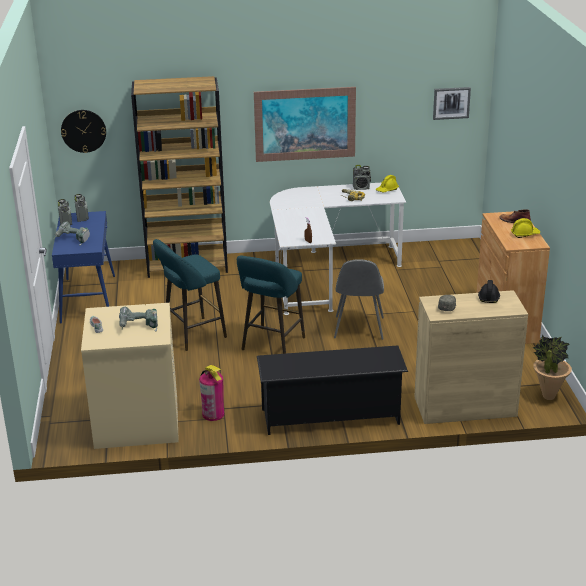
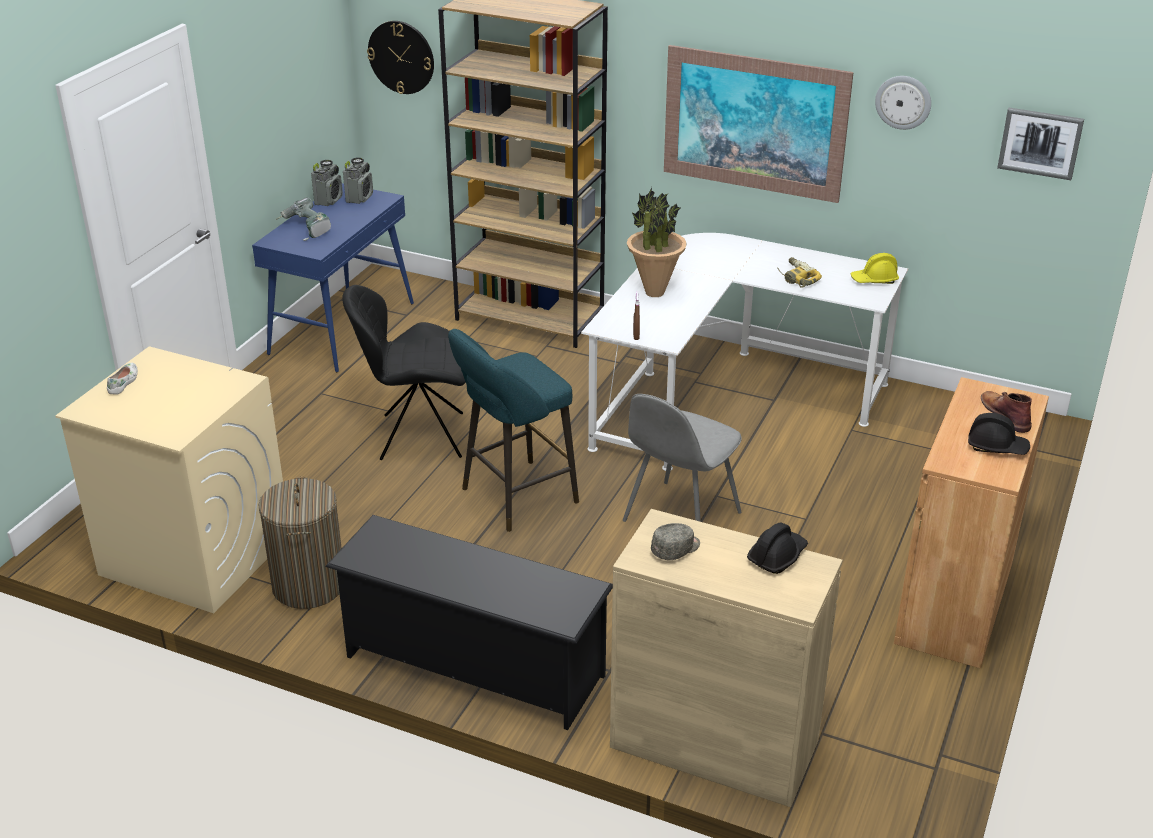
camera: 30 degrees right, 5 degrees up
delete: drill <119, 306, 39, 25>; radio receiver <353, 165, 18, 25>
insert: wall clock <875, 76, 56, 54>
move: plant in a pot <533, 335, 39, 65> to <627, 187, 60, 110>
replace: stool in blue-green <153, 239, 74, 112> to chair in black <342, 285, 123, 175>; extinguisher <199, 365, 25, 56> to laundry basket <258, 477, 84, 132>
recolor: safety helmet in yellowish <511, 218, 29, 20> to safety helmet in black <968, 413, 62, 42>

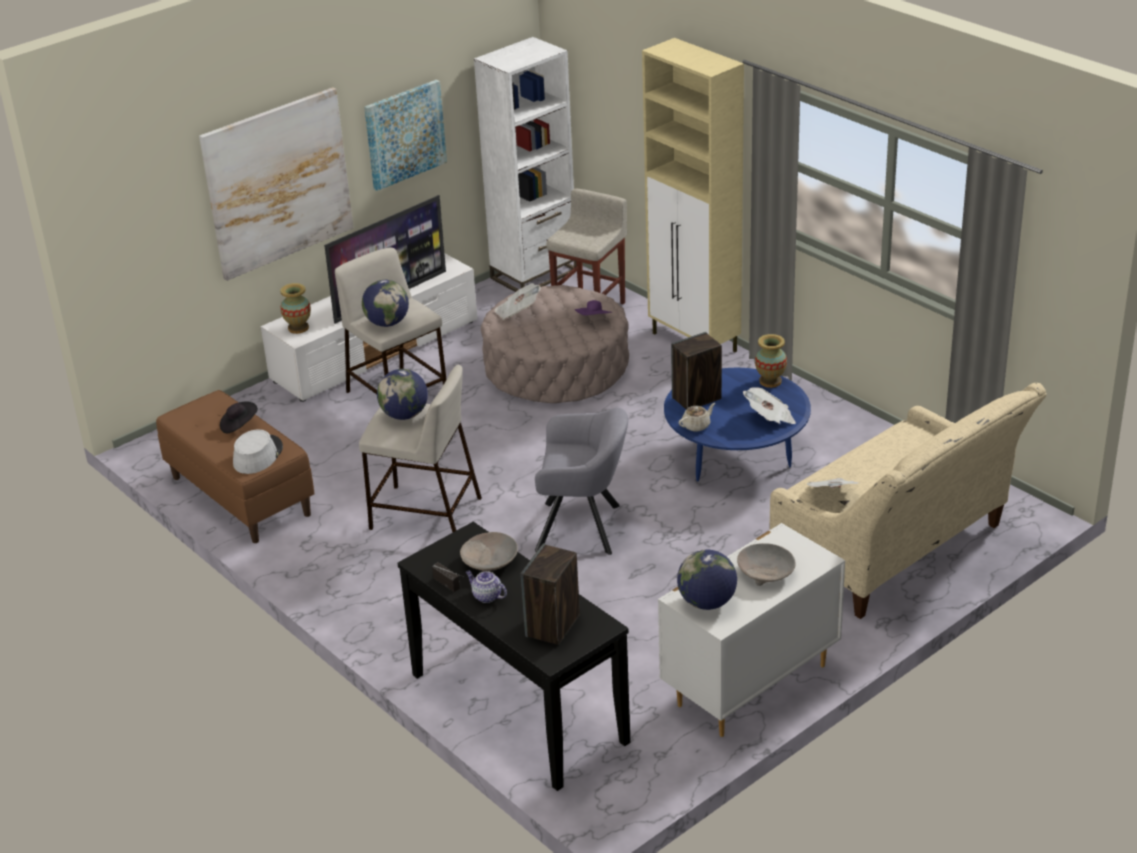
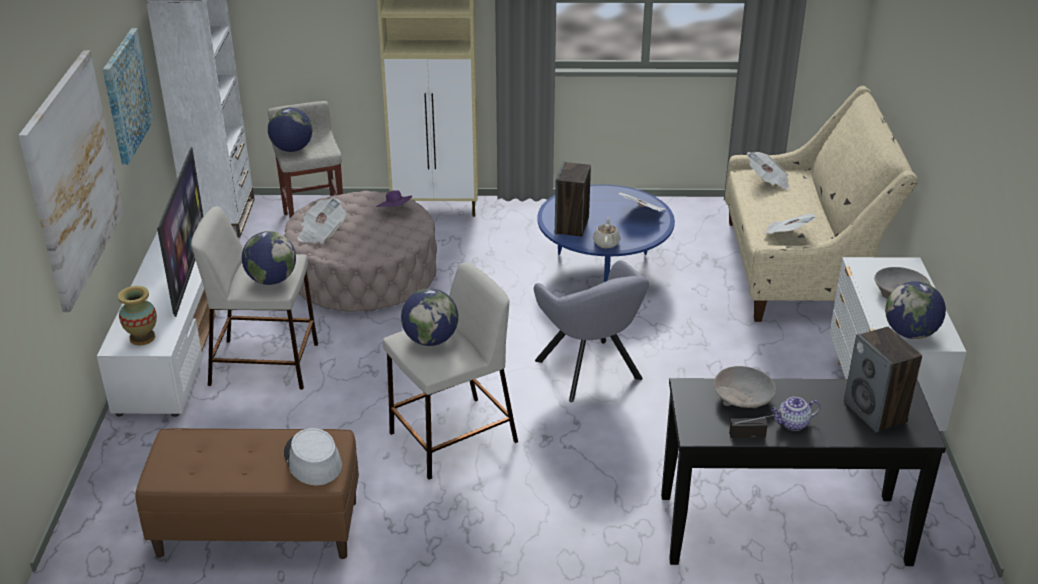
camera: 50 degrees left, 0 degrees up
delete: hat in black <220, 401, 38, 32>; flower vase <755, 334, 32, 54>
insert: world globe <268, 107, 44, 45>; daily paper <747, 152, 43, 37>
rotate: easy chair in greyish <535, 408, 93, 147> = <534, 260, 115, 142> 105 degrees clockwise

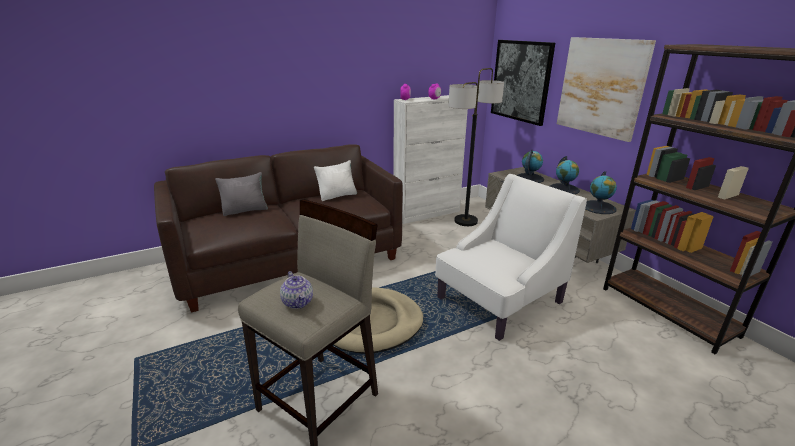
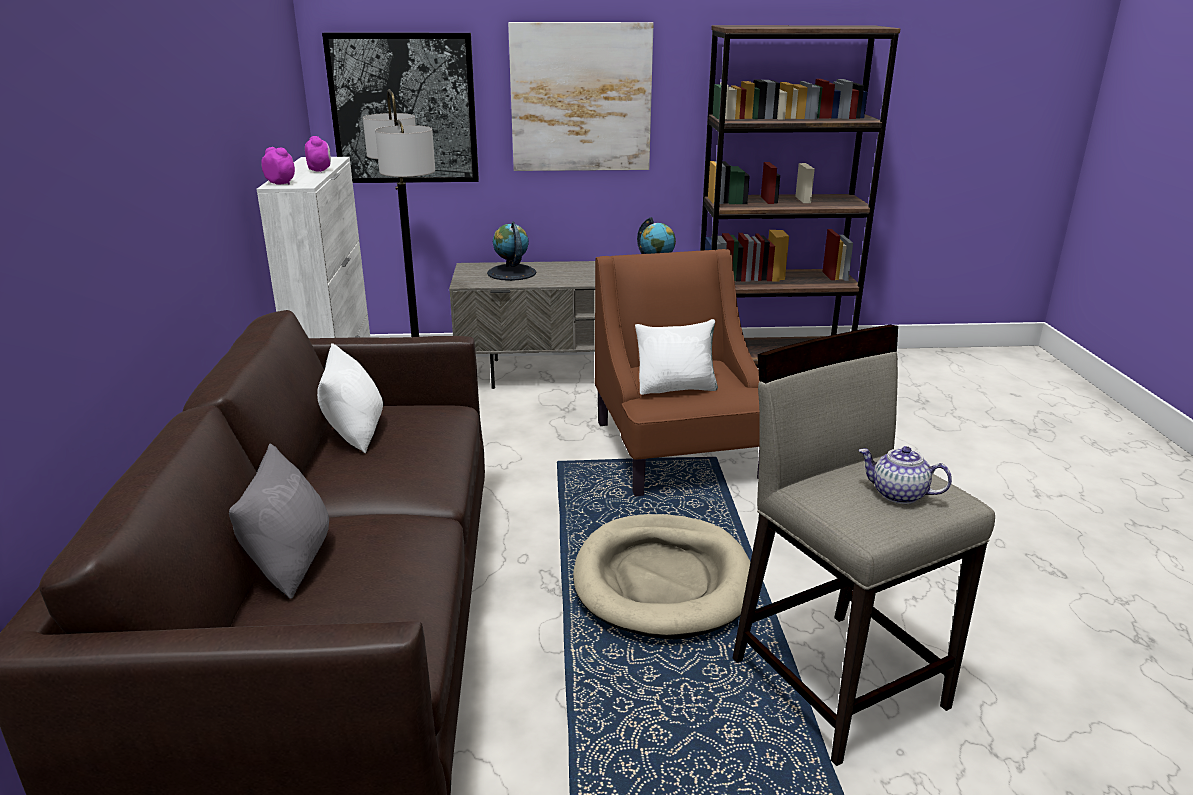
camera: 65 degrees left, 0 degrees up
delete: world globe <550, 156, 30, 38>
insert: cushion in white-coloured <635, 319, 83, 76>
recolor: easy chair in white-coloured <435, 174, 152, 167> to easy chair in brownish <595, 249, 165, 248>
rotate: pot for tea <280, 271, 33, 38> = <858, 446, 94, 58> 150 degrees counterclockwise

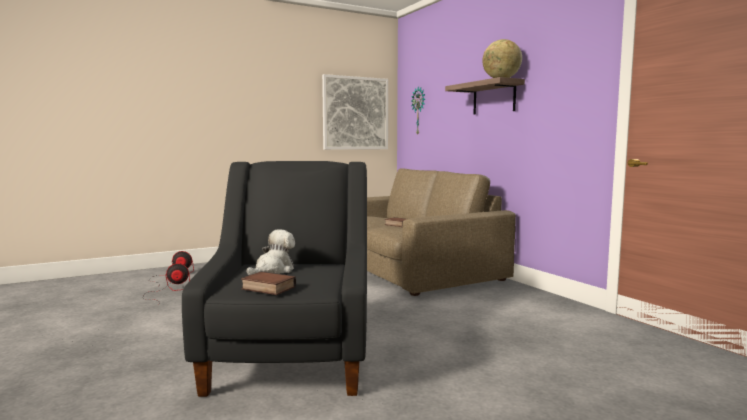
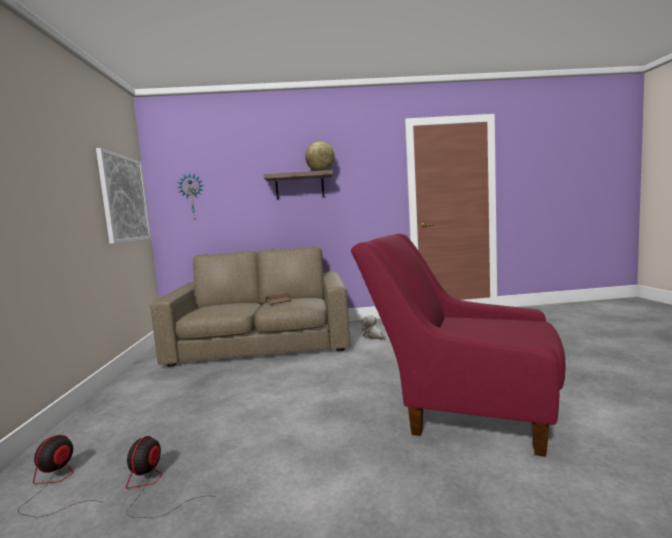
camera: 65 degrees left, 0 degrees up
delete: book <241, 271, 55, 24>
move: cuddly toy <247, 229, 48, 46> to <361, 315, 25, 25>
recolor: easy chair in black <182, 161, 185, 236> to easy chair in red <351, 234, 214, 223>

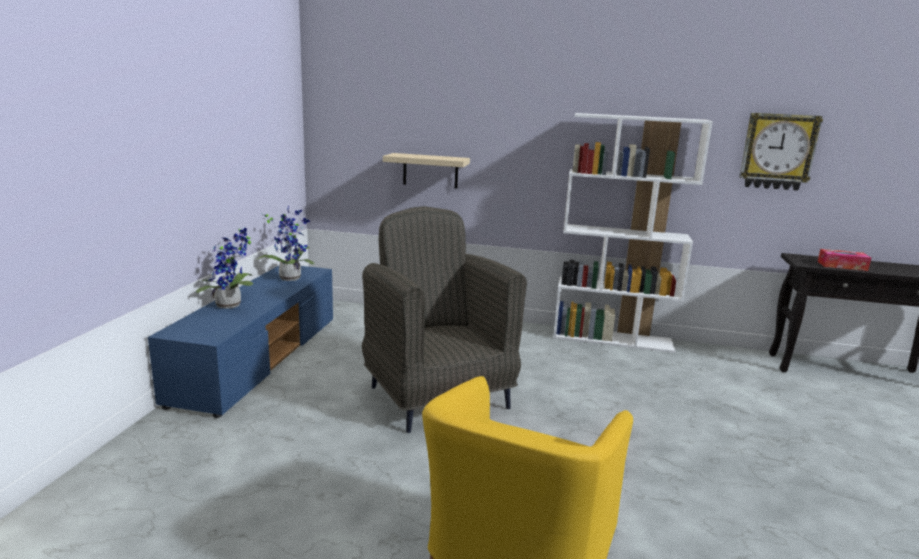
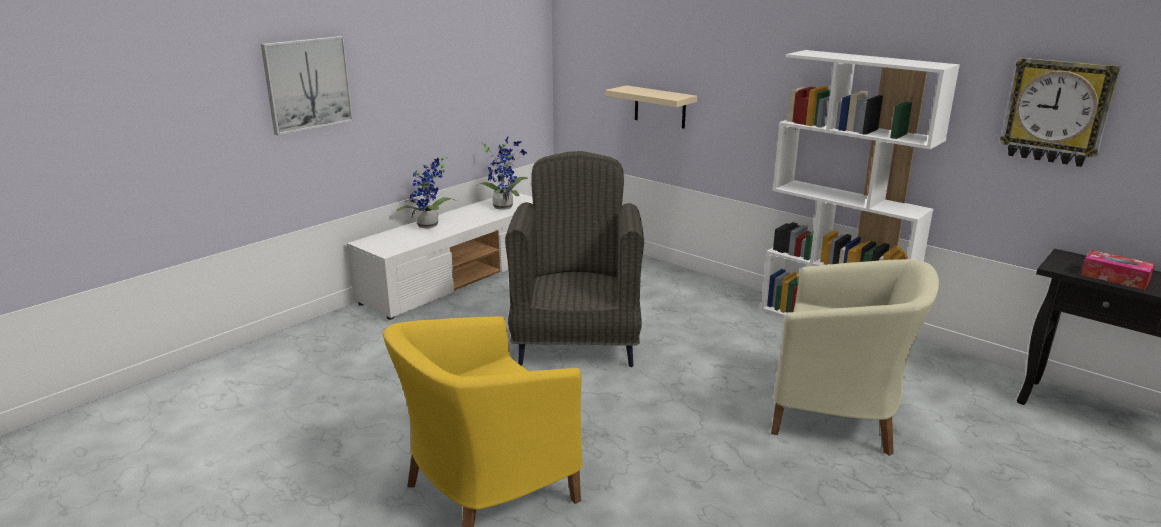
camera: 30 degrees right, 5 degrees up
insert: wall picture <261, 36, 92, 99>; easy chair in beige-coloured <771, 259, 168, 197>
recolor: tv stand in blue-coloured <148, 266, 185, 152> to tv stand in white-coloured <347, 193, 186, 127>

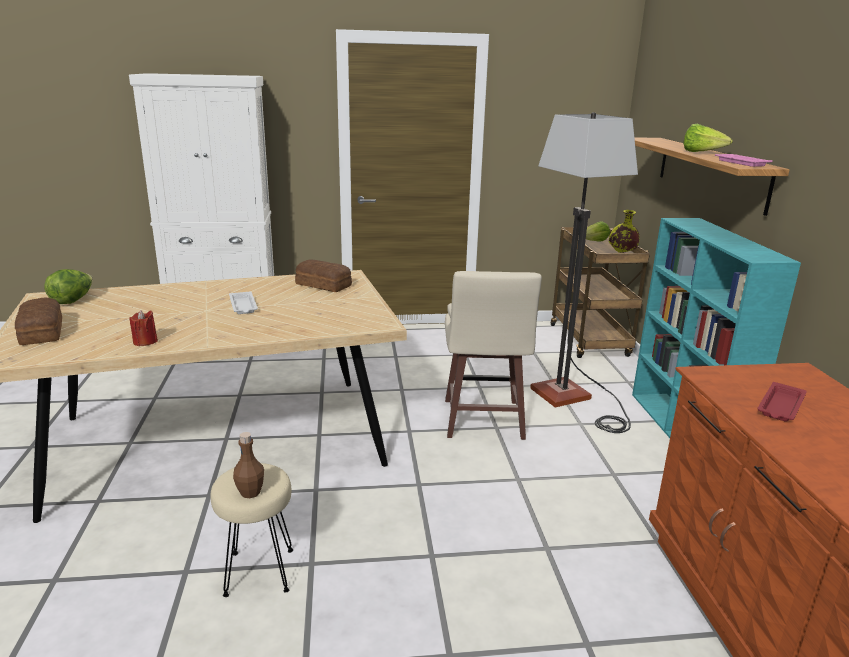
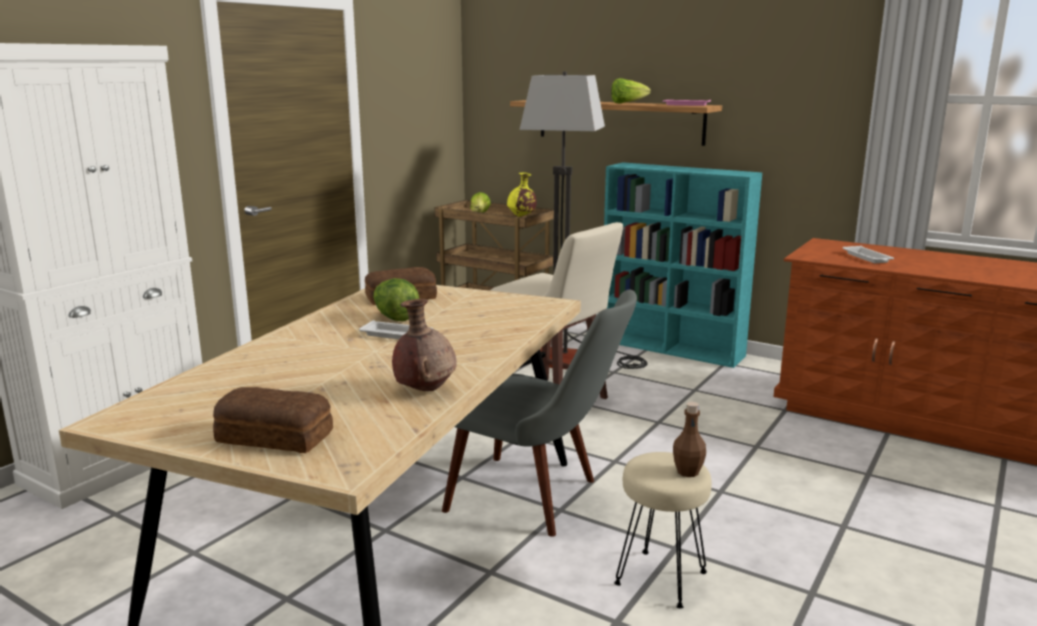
camera: 50 degrees left, 5 degrees down
insert: chair in greyish <442, 290, 195, 247>
move: head of lettuce <44, 269, 49, 35> to <373, 278, 46, 43>
replace: candle in red <129, 310, 29, 36> to flower vase in brownish <392, 299, 65, 92>
recolor: carrying tray in red <757, 382, 50, 40> to carrying tray in white-coloured <843, 246, 51, 17>

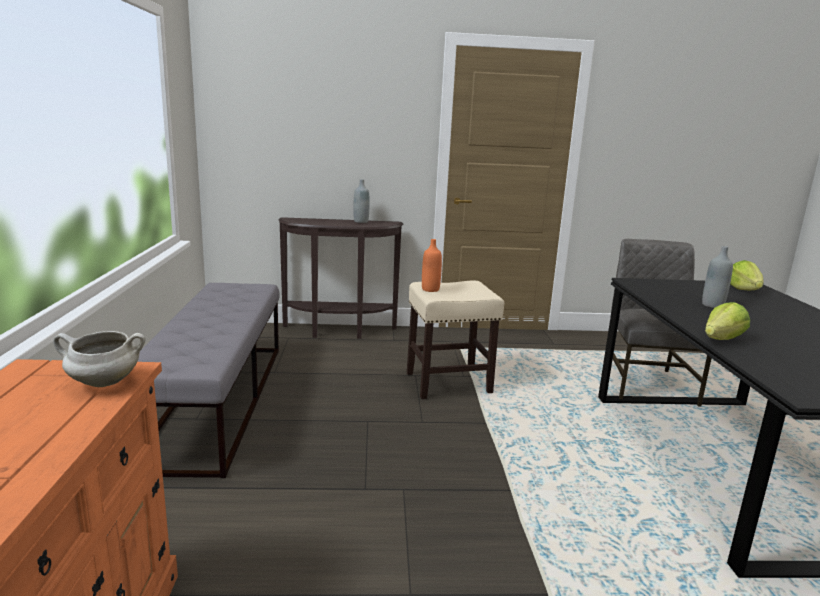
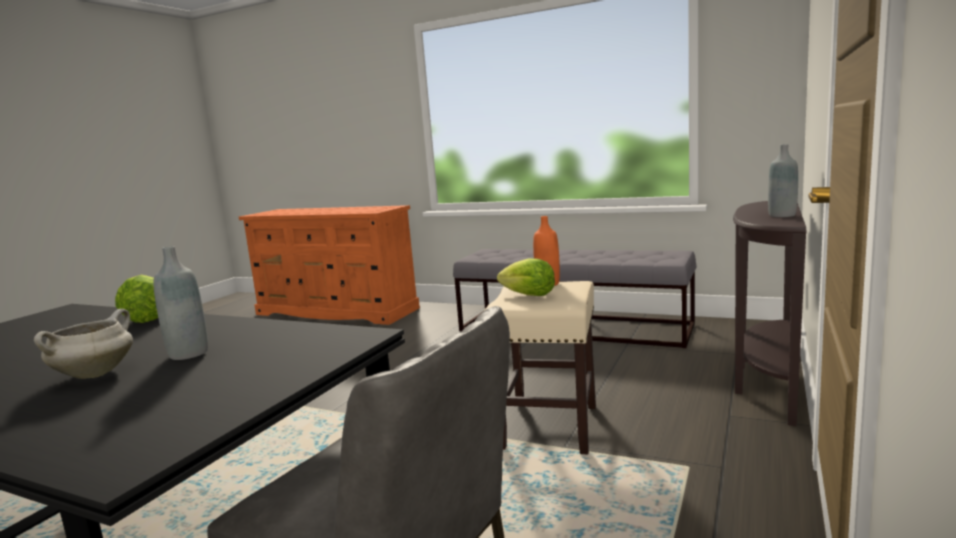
camera: 120 degrees right, 5 degrees down
move: stockpot in white-coloured <53, 331, 93, 56> to <34, 309, 99, 70>; head of lettuce <730, 260, 33, 31> to <497, 258, 58, 38>

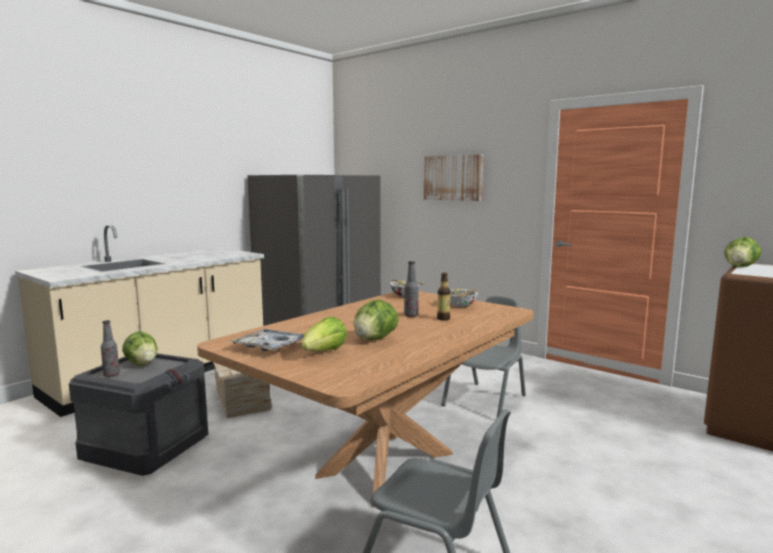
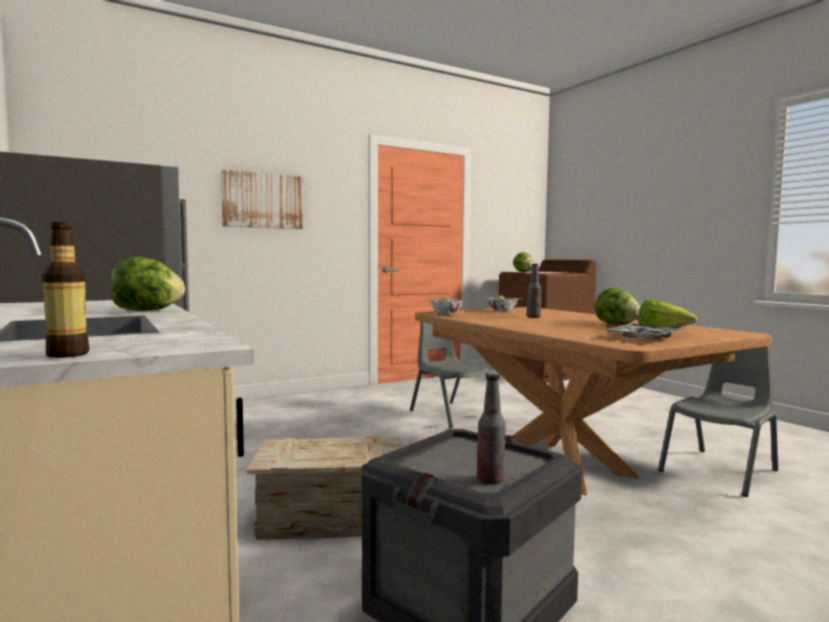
camera: 70 degrees left, 5 degrees down
move: head of lettuce <122, 332, 36, 33> to <110, 257, 75, 54>; beverage bottle <437, 273, 14, 48> to <42, 221, 47, 137>

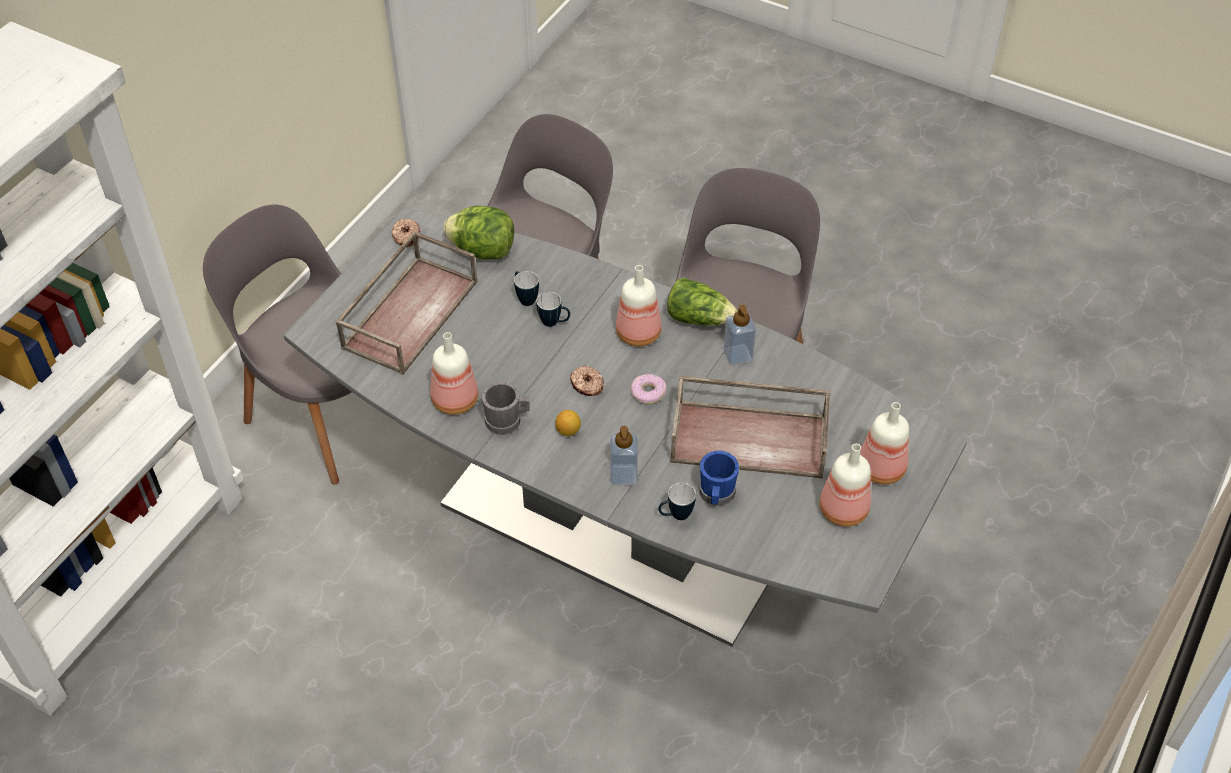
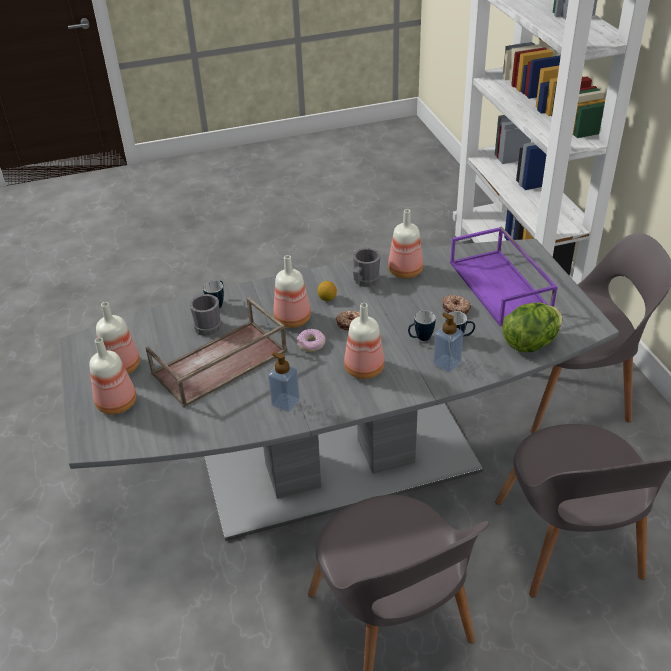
camera: 135 degrees right, 10 degrees down
delete: head of lettuce <667, 278, 71, 48>
insert: beverage bottle <274, 255, 37, 73>
move: ring doughnut <392, 218, 28, 29> to <443, 295, 28, 19>; soap dispenser <610, 426, 28, 59> to <433, 313, 31, 59>
recolor: carrying tray in brownish <336, 231, 142, 144> to carrying tray in purple <450, 227, 108, 100>; tea mug in blue-coloured <699, 451, 40, 55> to tea mug in greyish <189, 294, 33, 42>

